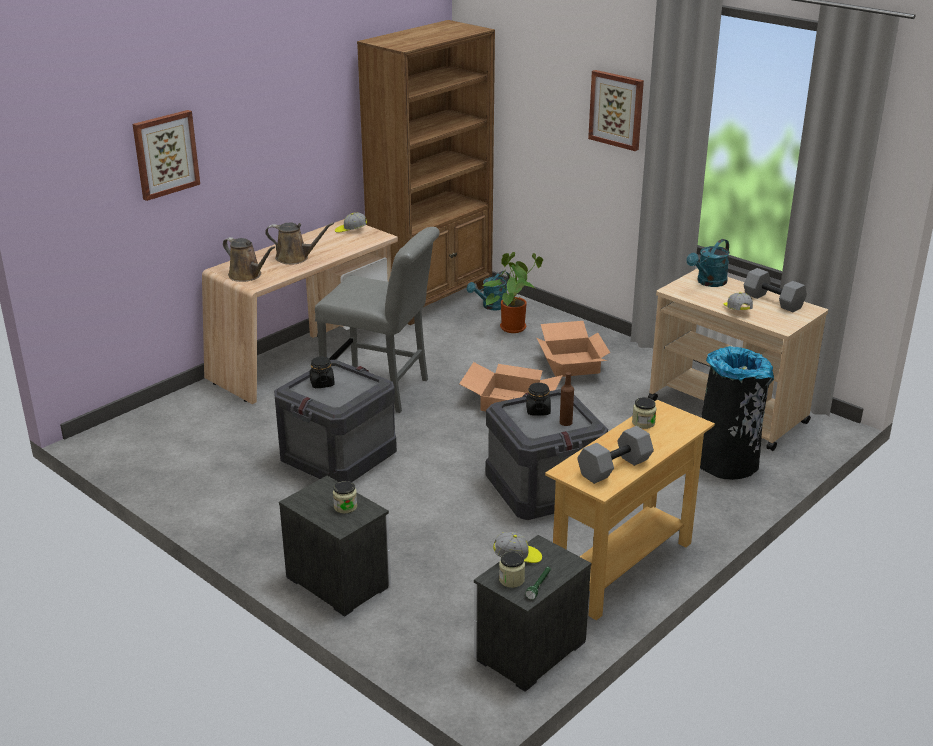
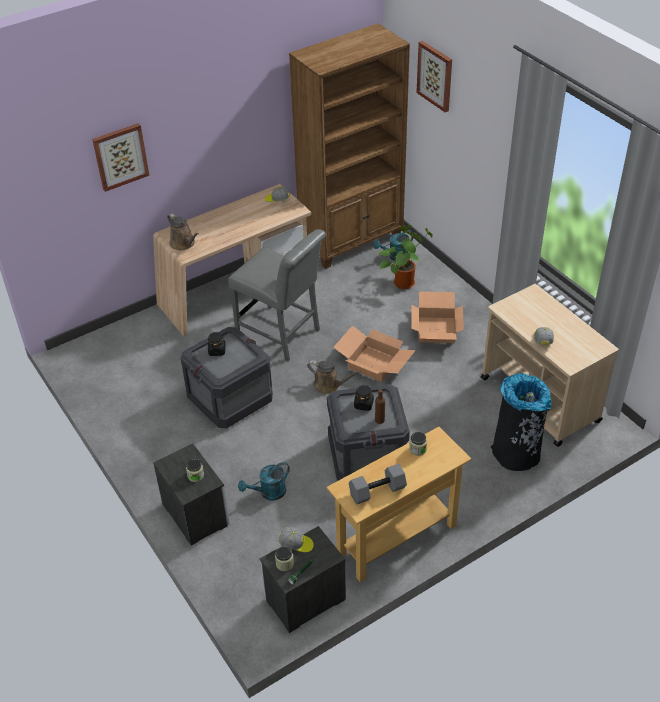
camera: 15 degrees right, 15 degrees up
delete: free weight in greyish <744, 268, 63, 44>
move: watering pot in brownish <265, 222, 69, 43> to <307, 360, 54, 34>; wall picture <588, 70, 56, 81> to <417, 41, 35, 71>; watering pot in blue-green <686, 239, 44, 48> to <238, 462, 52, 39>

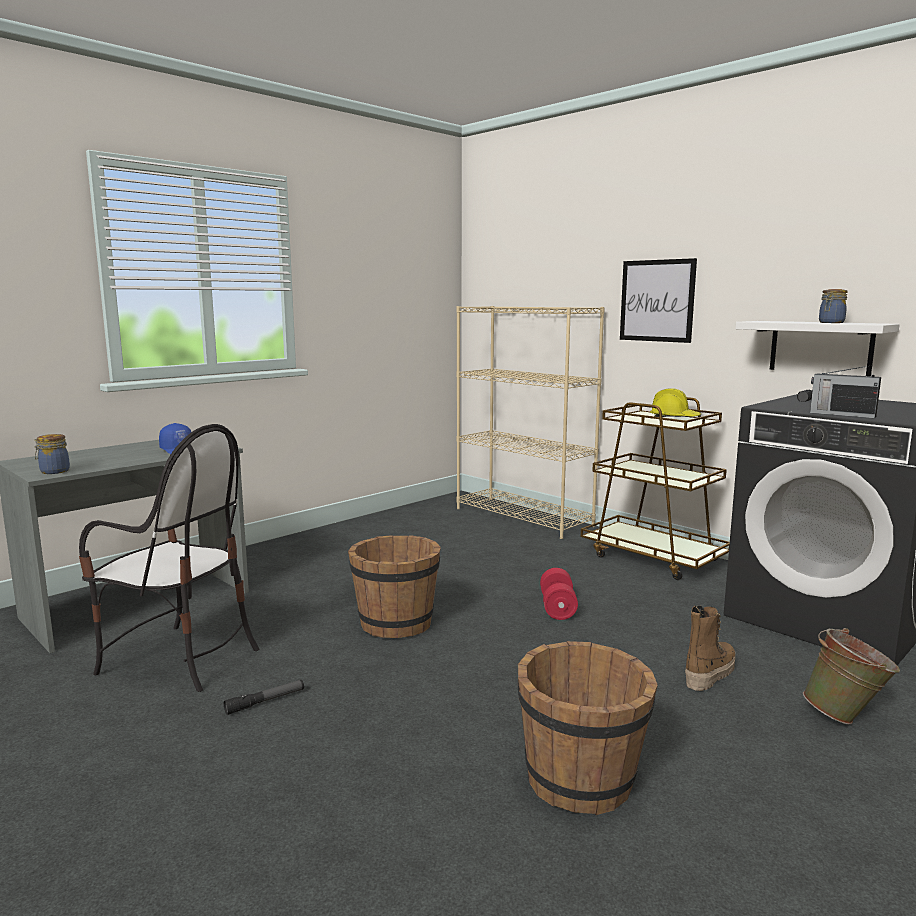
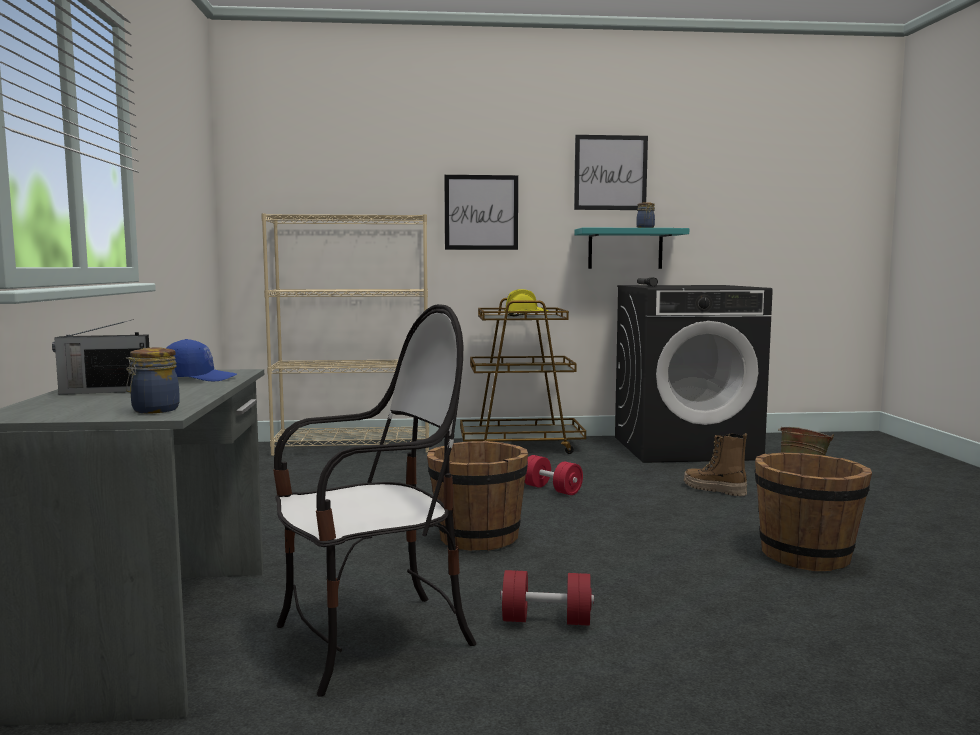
camera: 50 degrees left, 5 degrees down
insert: wall picture <574, 135, 74, 75>
move: radio receiver <810, 365, 71, 53> to <52, 319, 97, 75>
replace: hand torch <224, 680, 80, 35> to free weight in red <500, 570, 94, 56>
recolor: bracket shelf in white-coloured <735, 321, 165, 55> to bracket shelf in blue-green <574, 228, 115, 41>
rotate: boot <685, 605, 51, 86> = <684, 433, 63, 63> 45 degrees counterclockwise

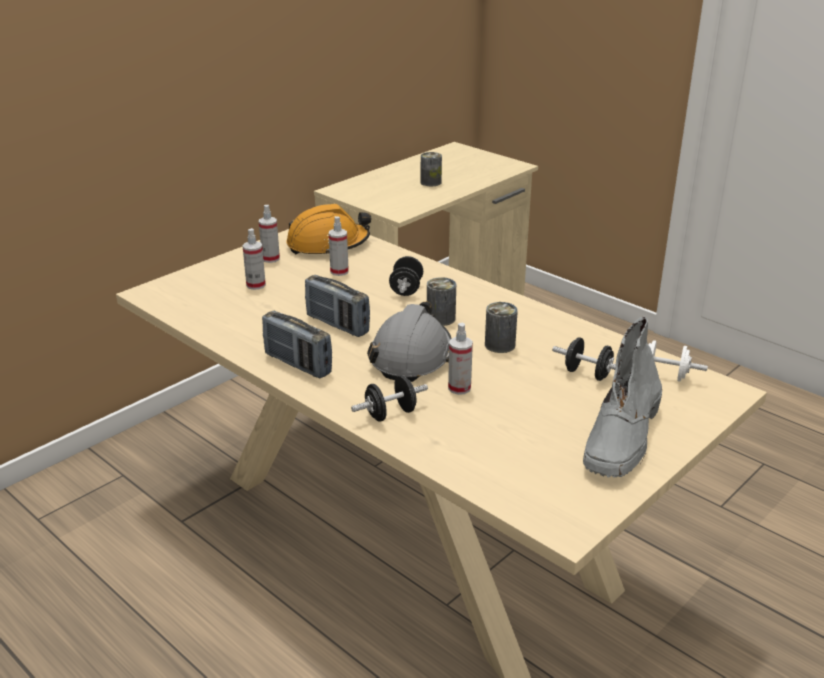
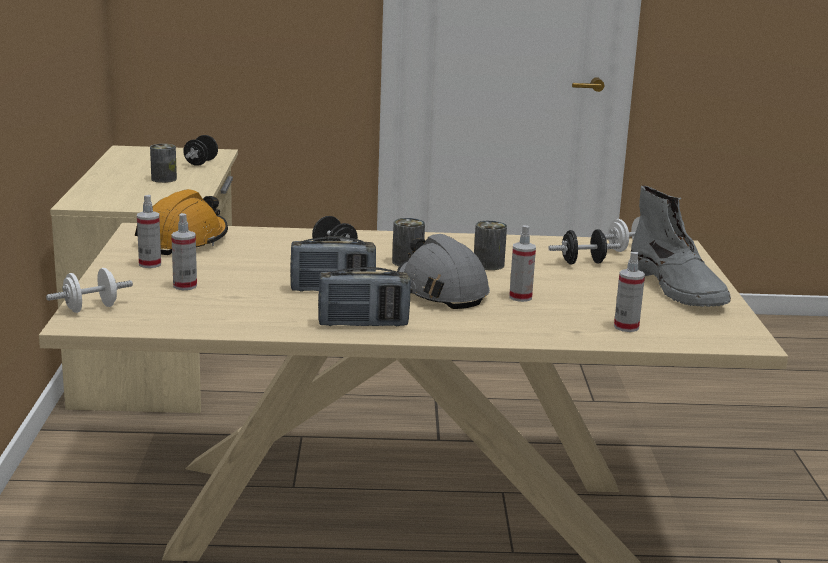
camera: 45 degrees left, 10 degrees down
insert: free weight in white-coloured <46, 268, 87, 45>
move: spray bottle <329, 216, 20, 60> to <614, 252, 31, 80>; free weight in black <351, 375, 77, 46> to <183, 135, 35, 31>

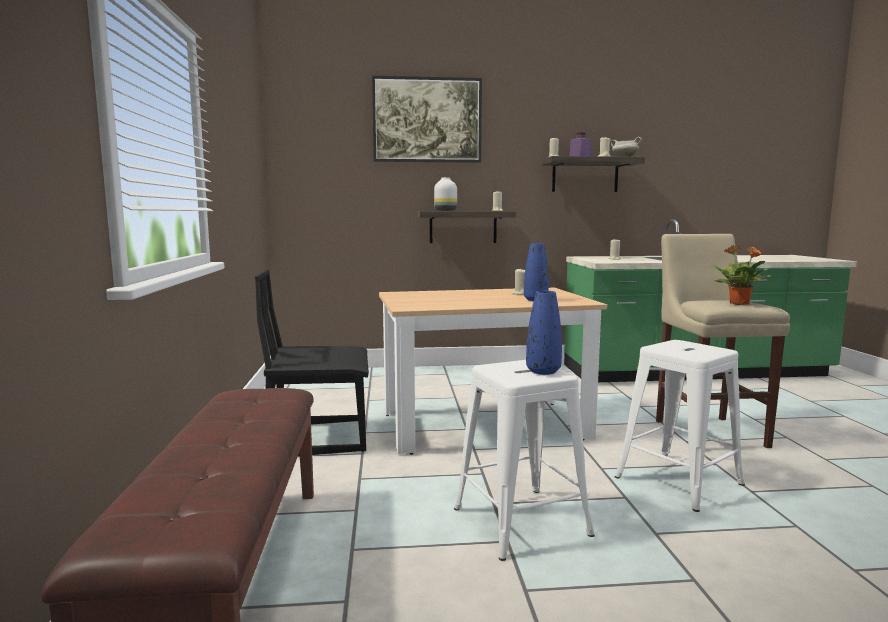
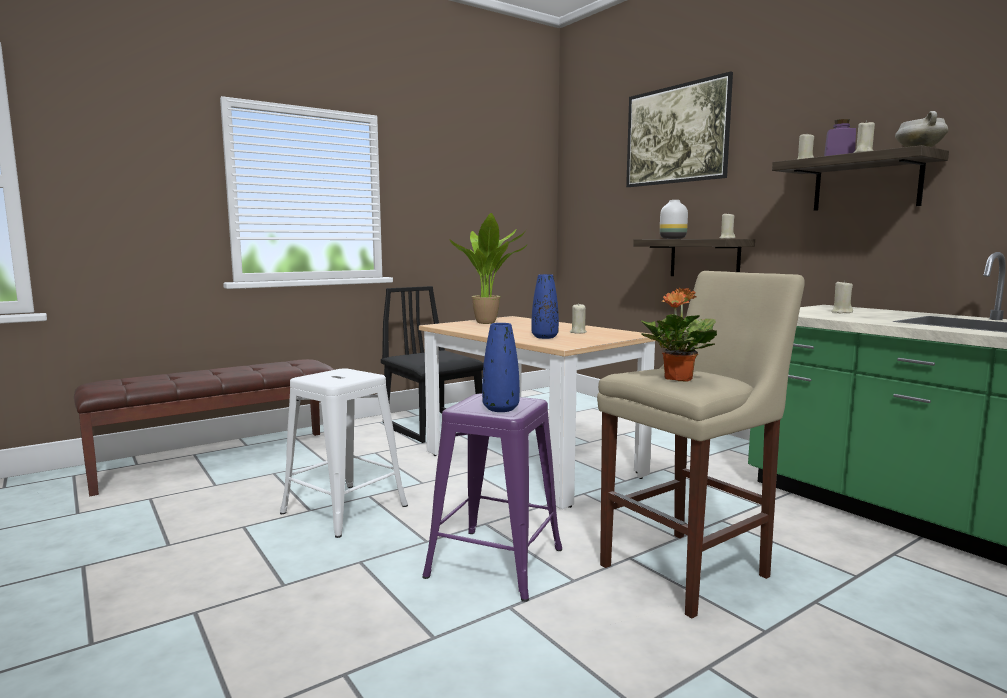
camera: 60 degrees right, 0 degrees up
insert: plant in a pot <449, 213, 78, 111>
move: flower vase in blue-coloured <526, 290, 36, 85> to <482, 323, 38, 89>
recolor: stool in white-coloured <615, 340, 130, 172> to stool in purple <422, 393, 140, 209>

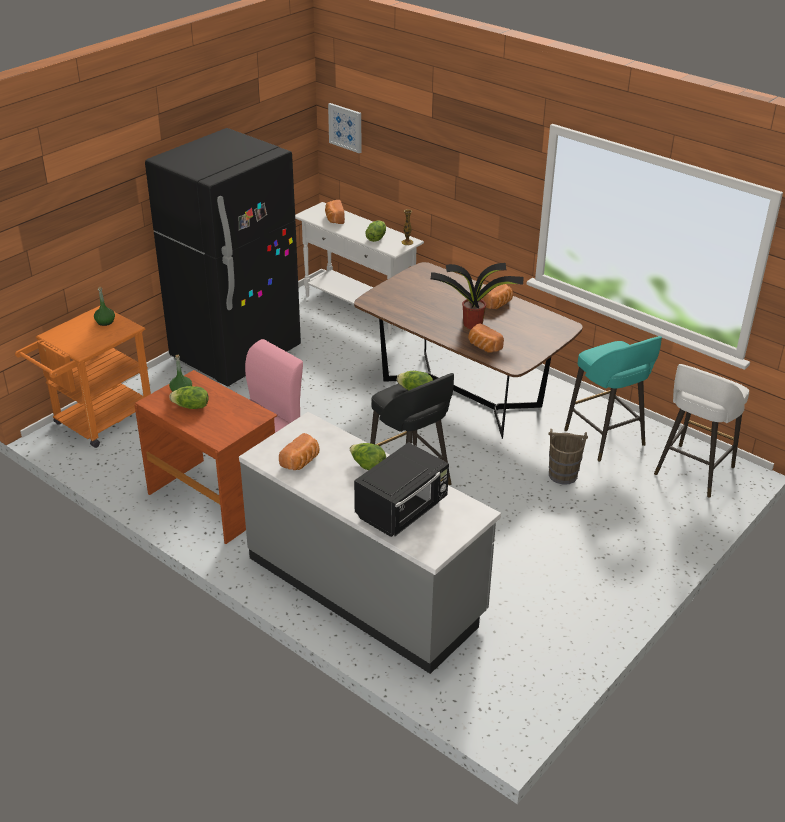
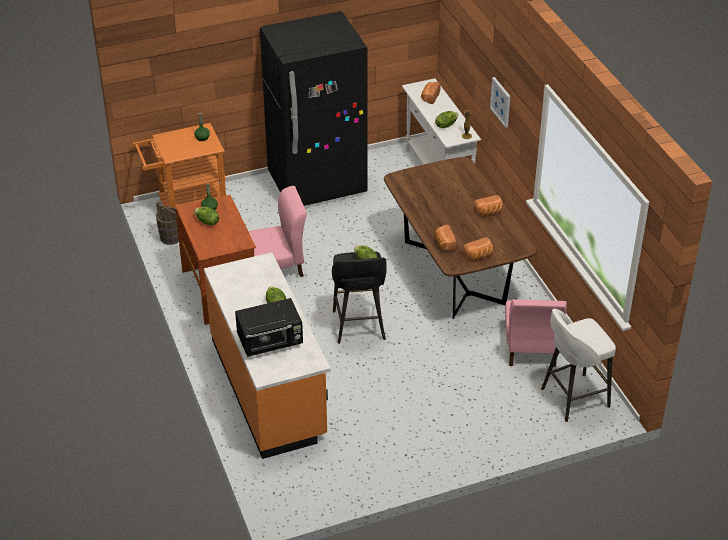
camera: 30 degrees right, 5 degrees up
delete: plant in a pot <430, 263, 94, 66>
move: bread <279, 433, 40, 37> to <463, 237, 30, 23>; wall picture <328, 103, 33, 50> to <490, 77, 20, 51>; pail in brownish <548, 429, 40, 56> to <156, 201, 23, 44>
replace: stool in blue-green <564, 336, 98, 126> to chair in pinkish <505, 299, 62, 68>
recolor: kitchen base unit in greyish <239, 412, 262, 262> to kitchen base unit in orange-coloured <204, 252, 127, 207>

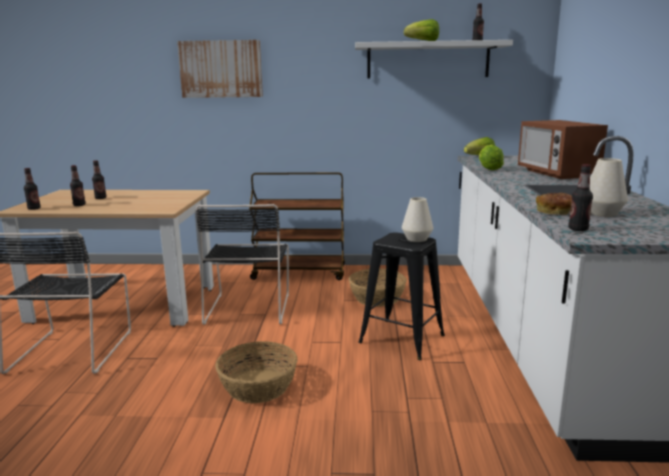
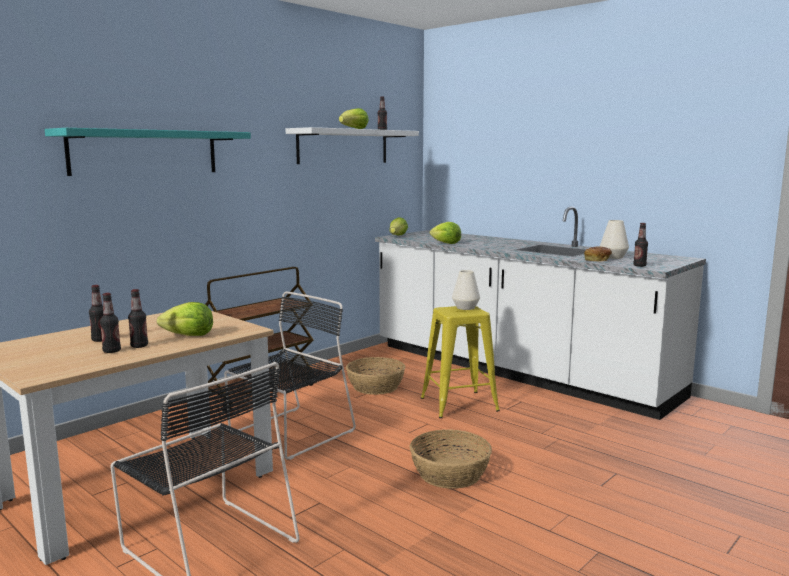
camera: 50 degrees left, 5 degrees down
delete: microwave <518, 120, 90, 59>
insert: head of lettuce <157, 302, 56, 34>
move: beverage bottle <24, 168, 17, 42> to <128, 289, 20, 59>
replace: wall picture <177, 40, 86, 58> to bracket shelf in blue-green <45, 128, 206, 48>
recolor: stool in black <359, 232, 86, 128> to stool in yellowish <421, 306, 79, 112>
rotate: chair in black <196, 204, 93, 121> = <224, 291, 132, 169> 90 degrees counterclockwise

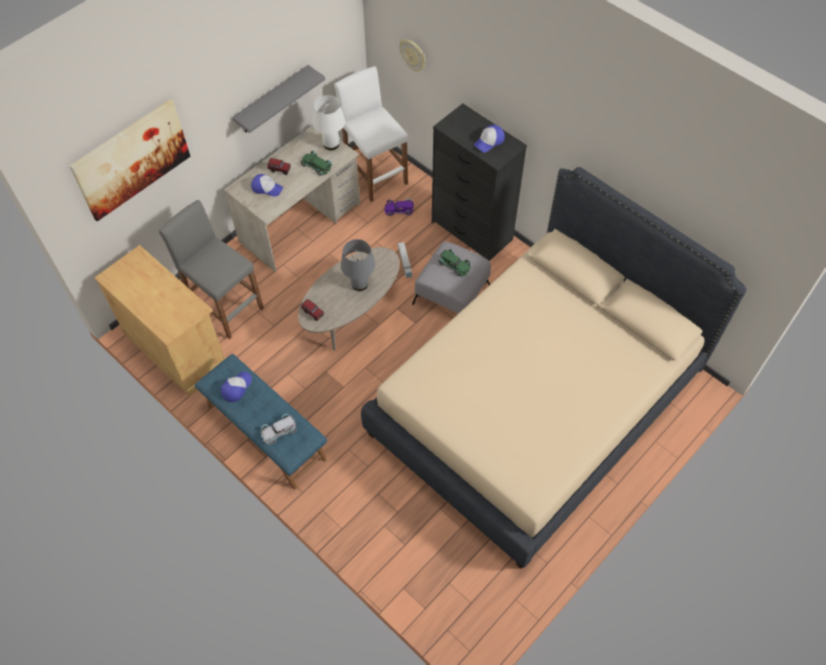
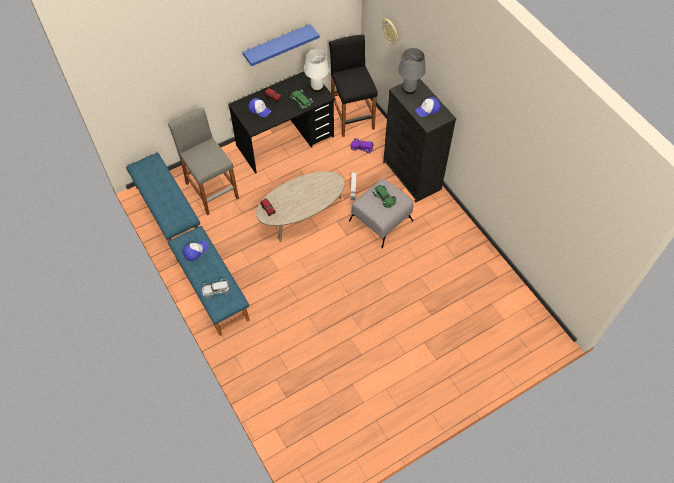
camera: 15 degrees right, 0 degrees up
delete: wall picture <69, 99, 121, 122>; bed in beige-coloured <361, 167, 385, 401>
move: tabletop lamp in greyish <341, 239, 34, 52> to <398, 48, 28, 46>
replace: storage cabinet in beige-coloured <95, 245, 131, 151> to bench in blue-coloured <126, 153, 74, 88>
recolor: desk table in beige-coloured <224, 125, 136, 147> to desk table in black <228, 72, 107, 102>; bracket shelf in greyish <232, 65, 93, 68> to bracket shelf in blue-coloured <242, 24, 78, 42>; stool in white-coloured <334, 66, 74, 136> to stool in black <329, 34, 49, 103>

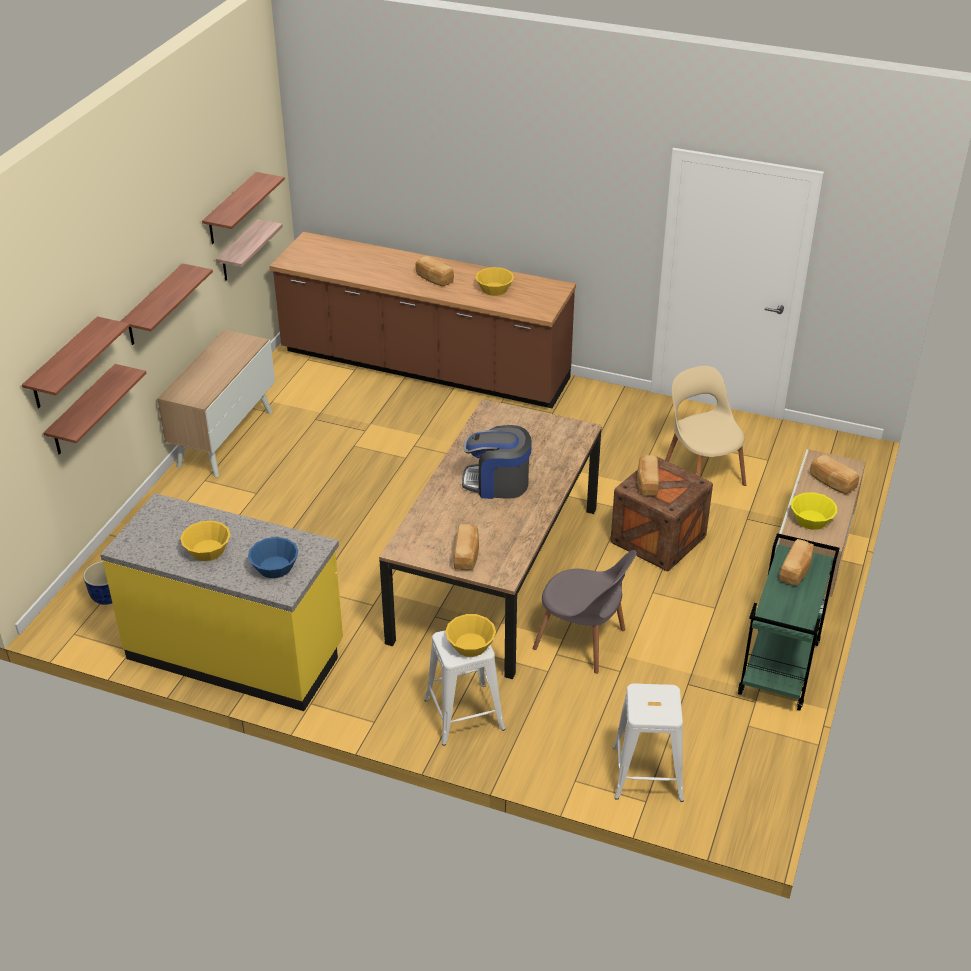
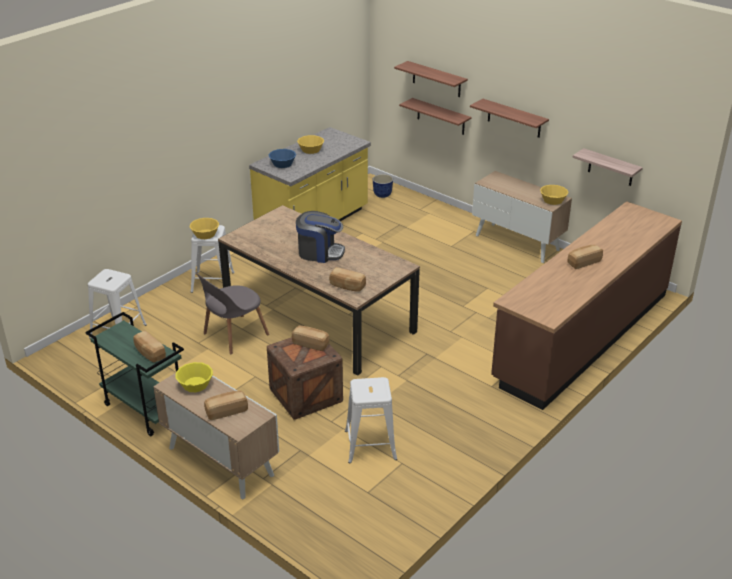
camera: 110 degrees right, 5 degrees down
delete: bracket shelf <202, 172, 83, 72>
move: bread <454, 524, 25, 46> to <329, 267, 37, 25>; bowl in yellowish <476, 267, 38, 29> to <540, 185, 29, 20>
replace: chair in beige-coloured <665, 366, 81, 120> to stool in white-coloured <345, 377, 52, 86>
rotate: coffee brewer <462, 425, 70, 74> = <296, 211, 49, 52> 75 degrees clockwise

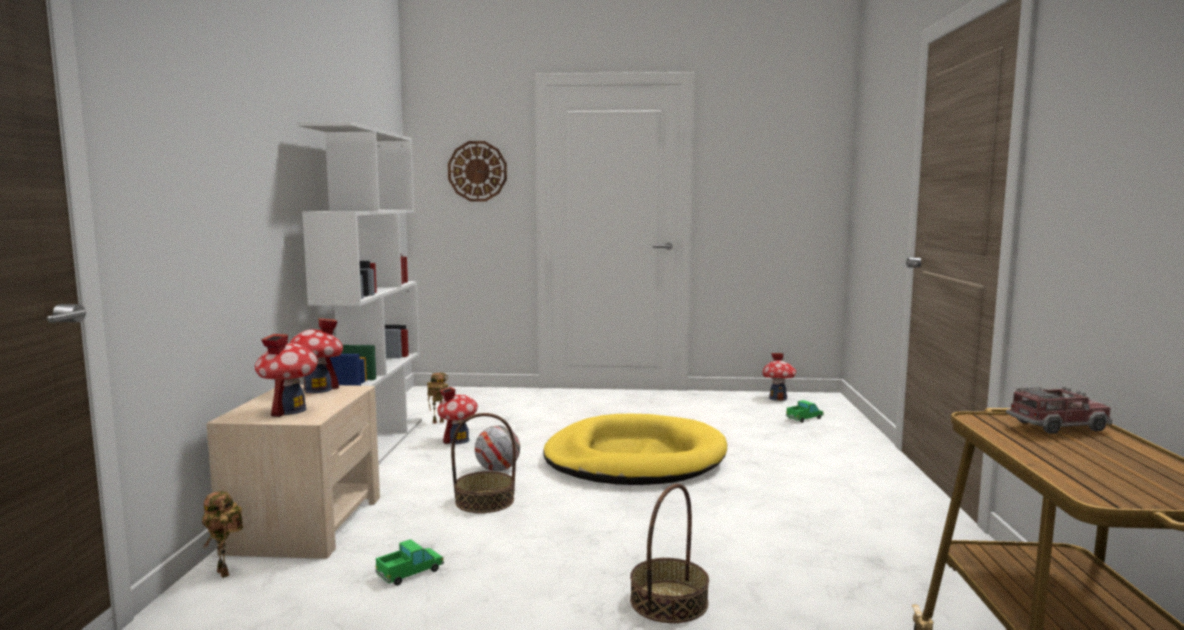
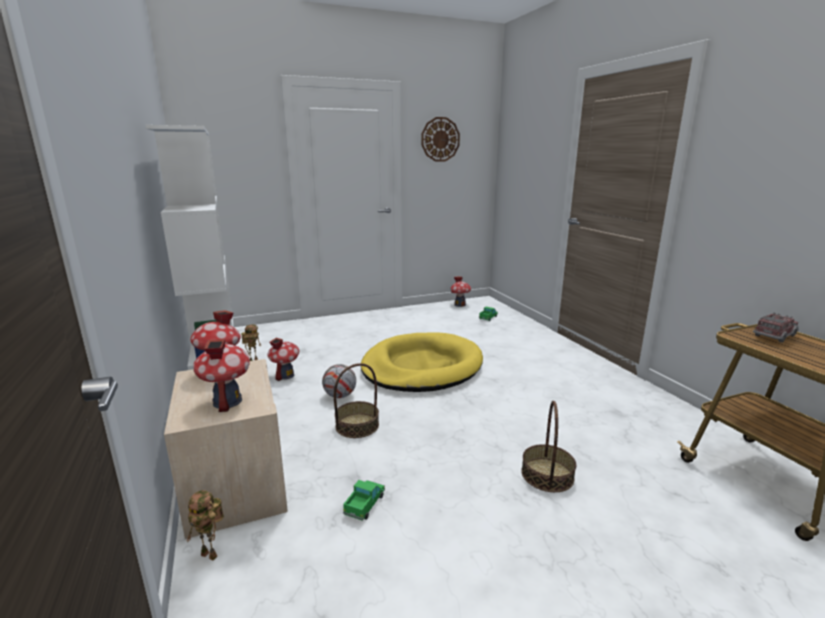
camera: 25 degrees left, 10 degrees up
move: wall clock <448, 141, 59, 60> to <421, 117, 39, 45>

